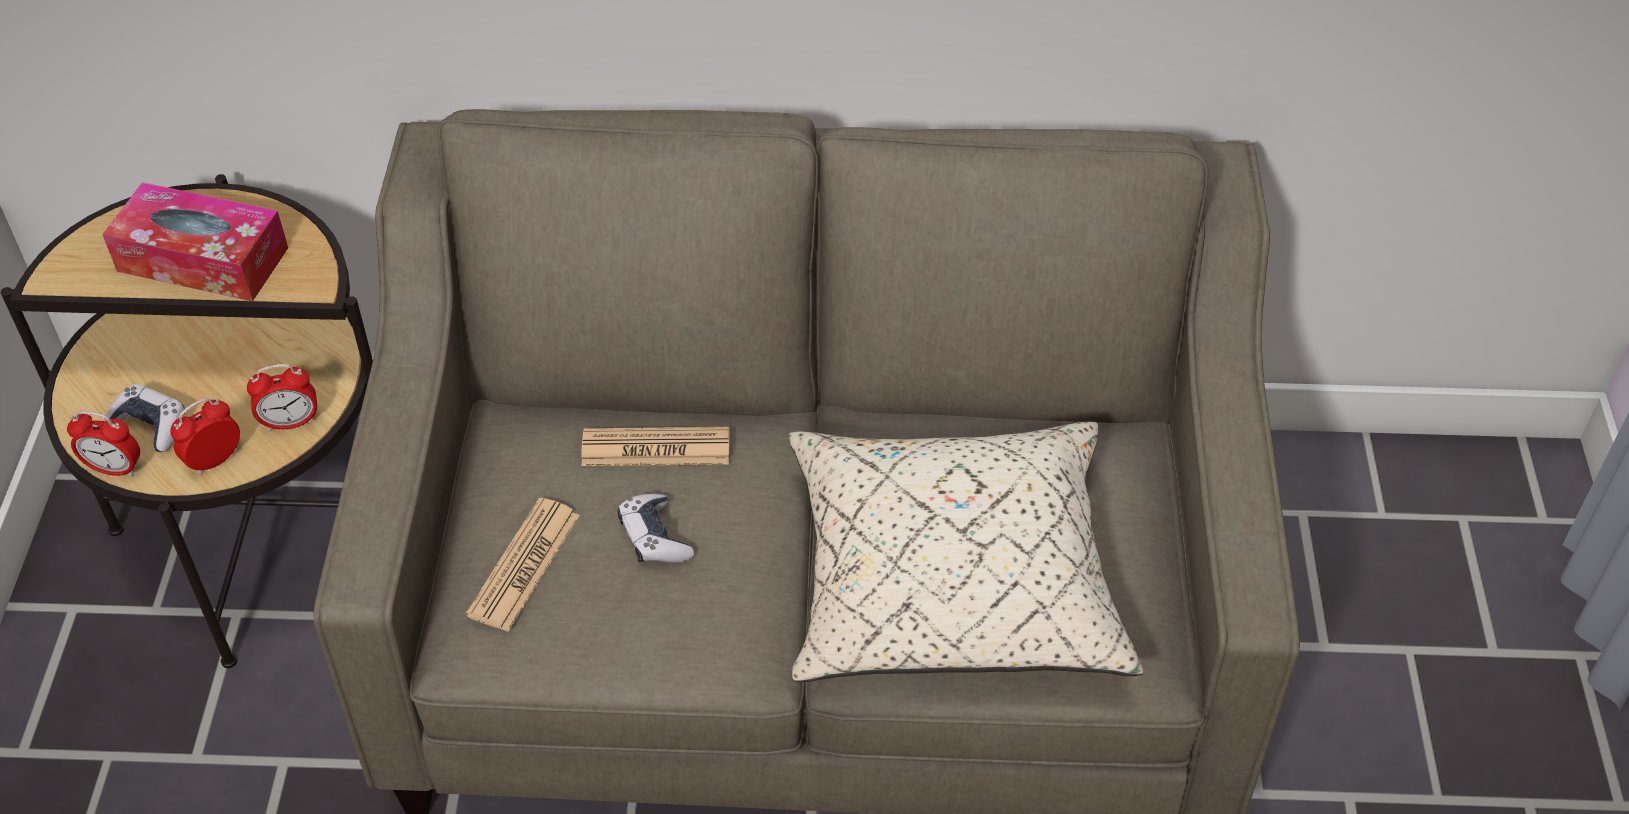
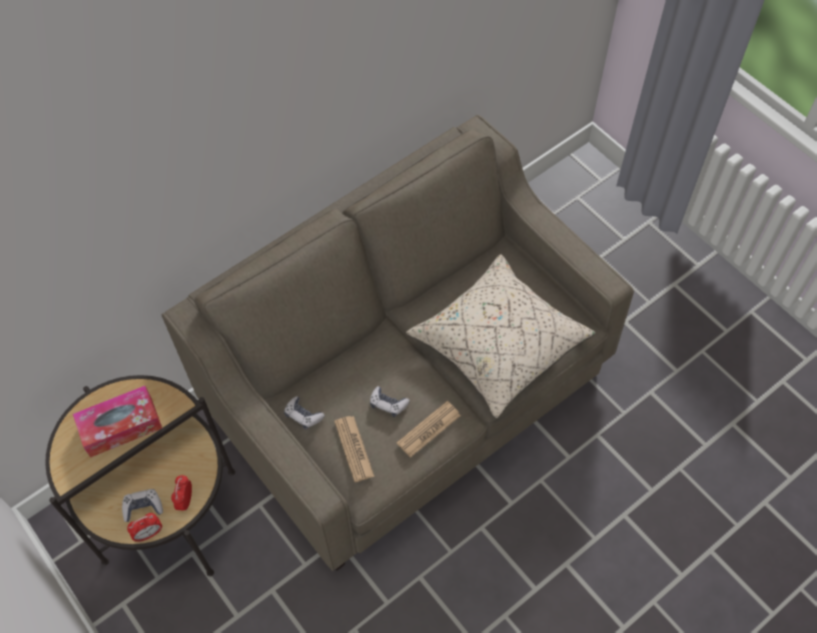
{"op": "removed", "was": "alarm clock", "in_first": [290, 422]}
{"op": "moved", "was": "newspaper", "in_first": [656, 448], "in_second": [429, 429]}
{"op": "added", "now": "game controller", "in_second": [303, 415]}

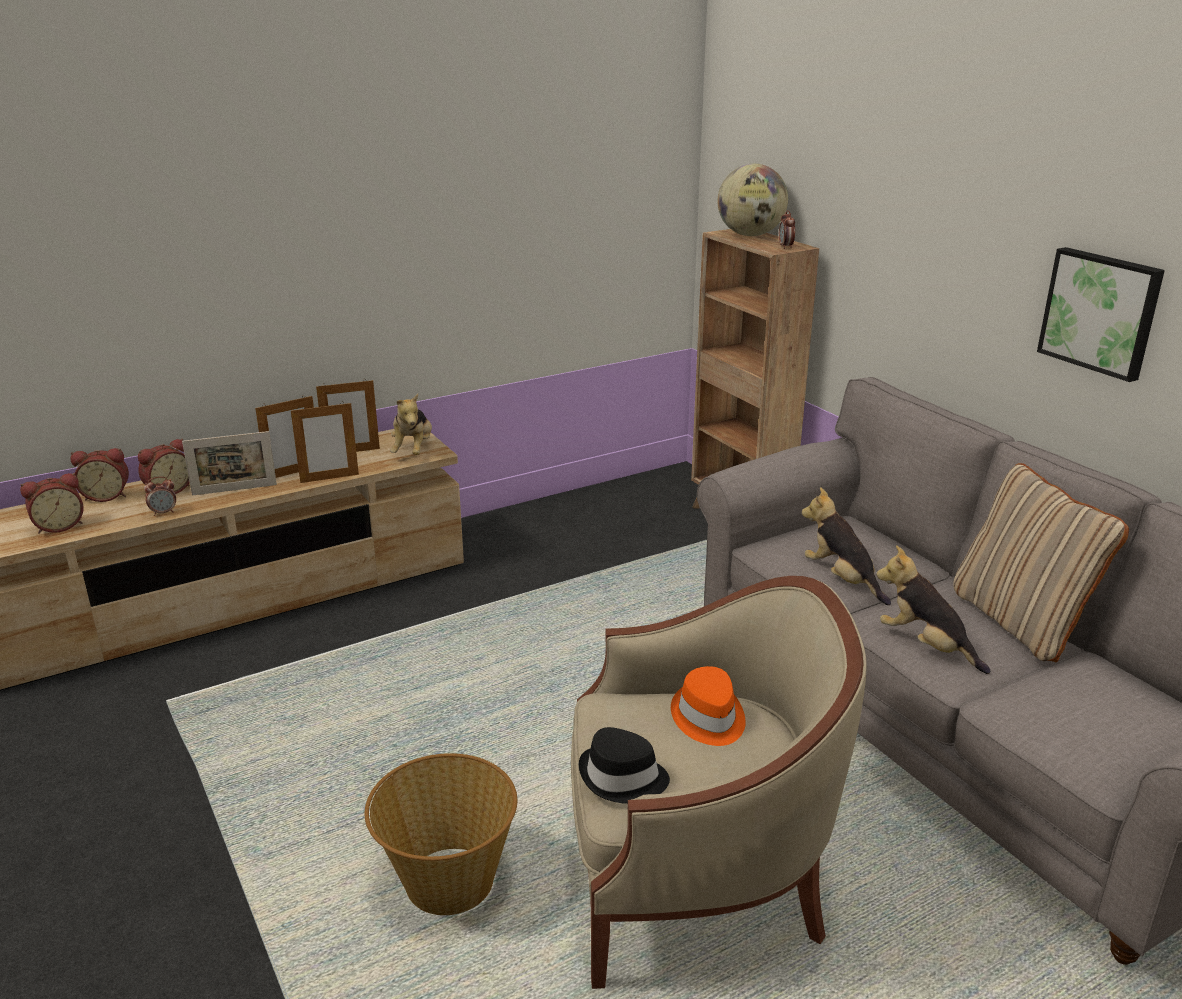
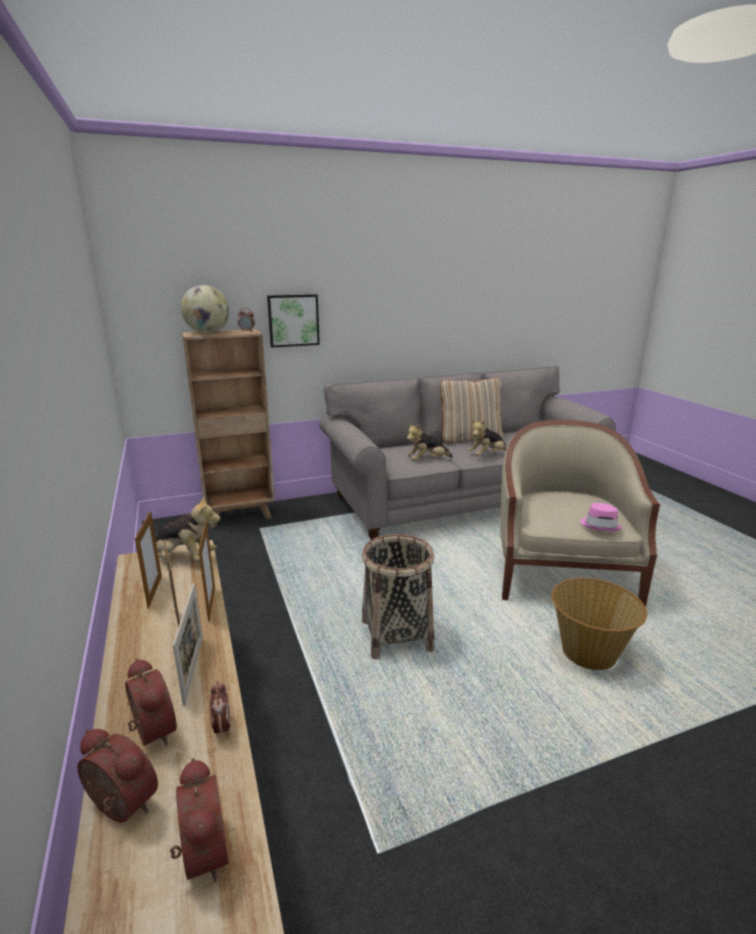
{"op": "moved", "was": "picture", "in_first": [1101, 312], "in_second": [293, 320]}
{"op": "turned", "was": "alarm clock", "in_first": [107, 496], "in_second": [119, 807], "clockwise": -60}
{"op": "removed", "was": "hat in orange", "in_first": [708, 718]}
{"op": "recoloured", "was": "hat in black", "now": "hat in pink", "in_first": [622, 778], "in_second": [600, 525]}
{"op": "added", "now": "basket", "in_second": [396, 635]}

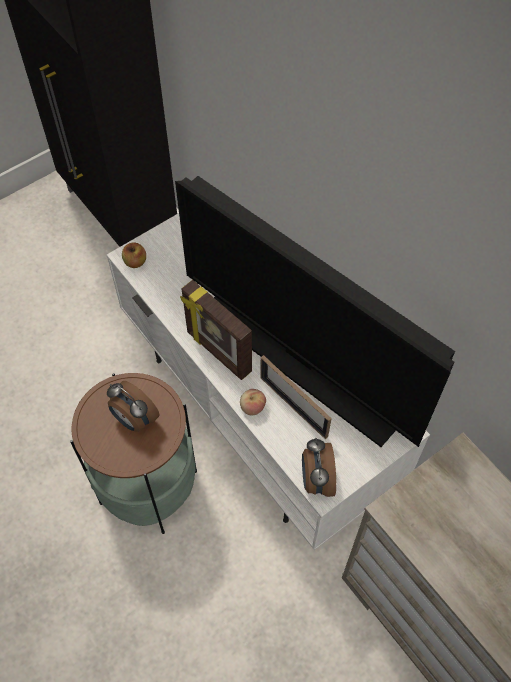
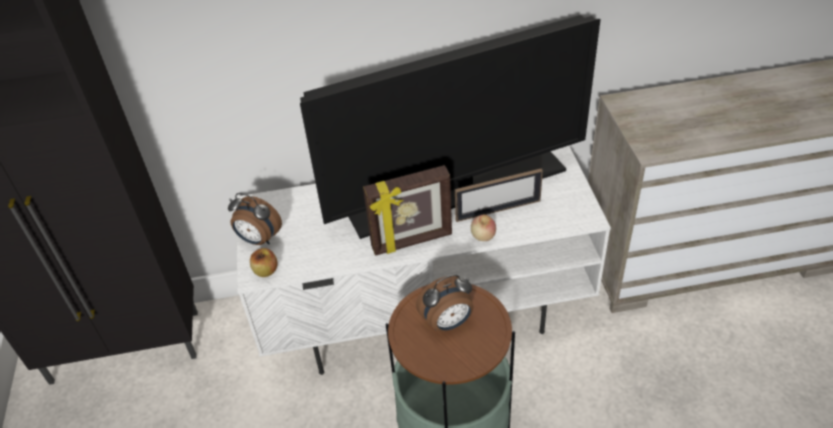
{"op": "moved", "was": "alarm clock", "in_first": [316, 479], "in_second": [258, 240]}

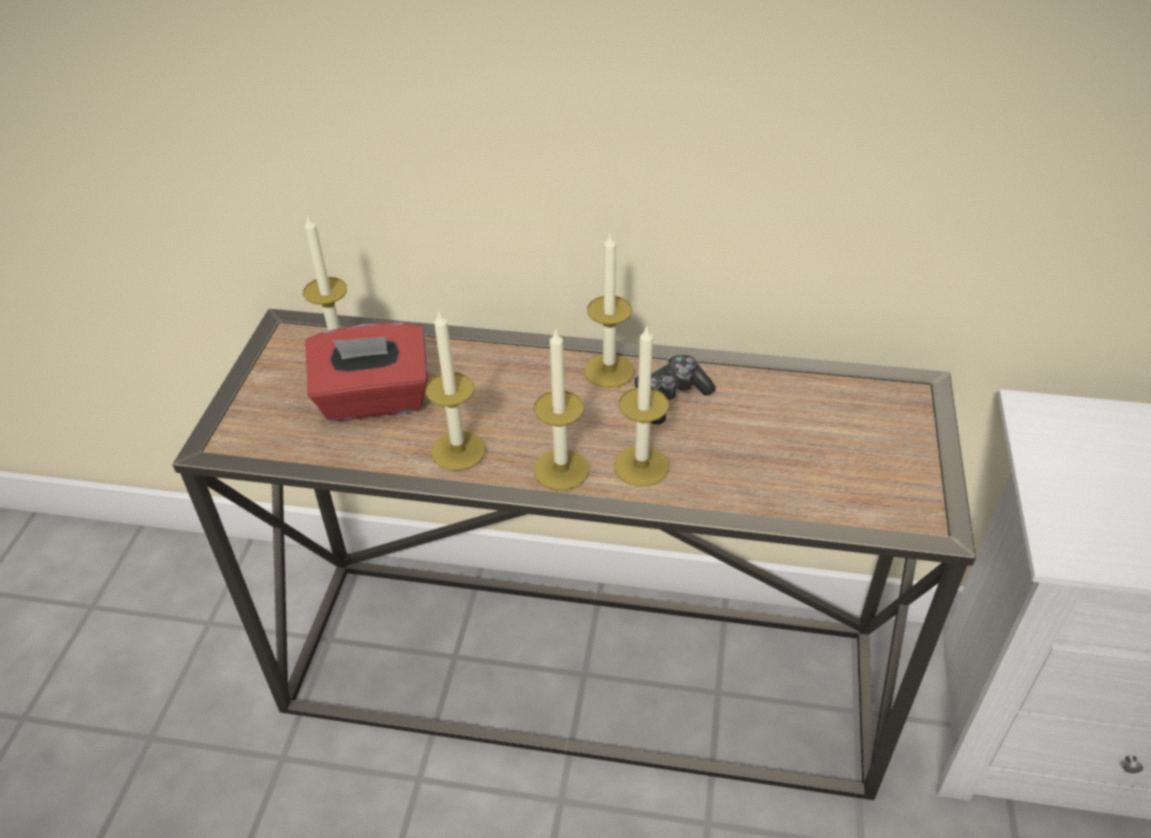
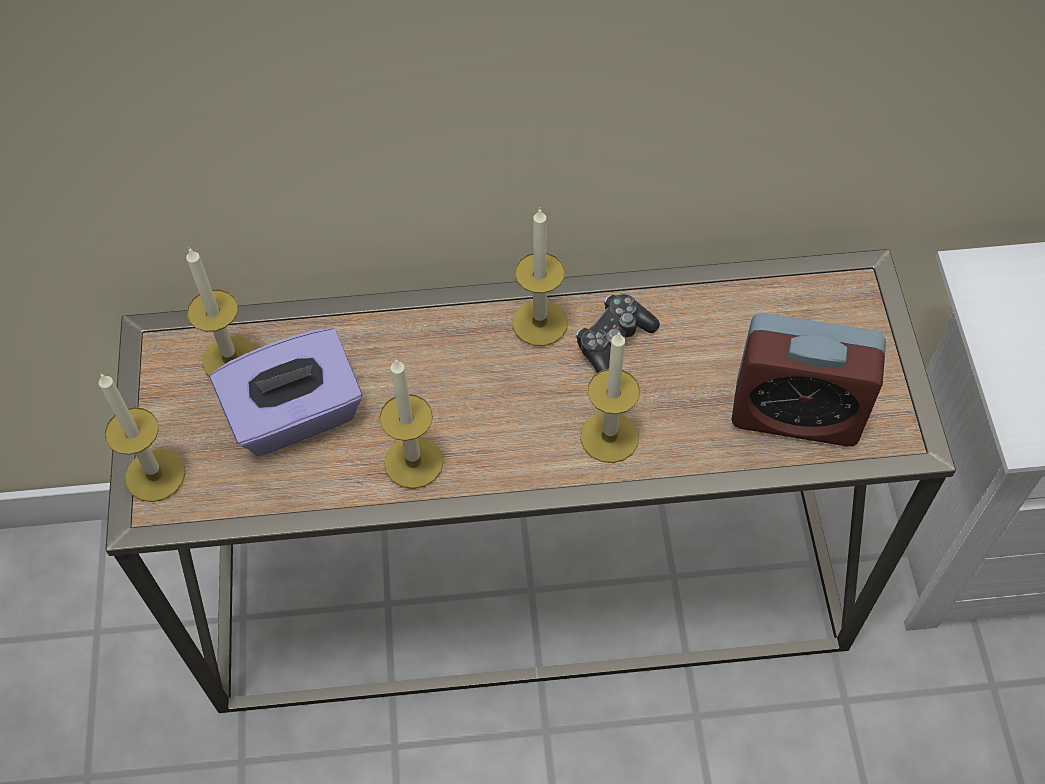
{"op": "recoloured", "was": "tissue box in red", "now": "tissue box in purple", "in_first": [374, 400], "in_second": [296, 416]}
{"op": "moved", "was": "candle", "in_first": [561, 469], "in_second": [155, 475]}
{"op": "added", "now": "alarm clock", "in_second": [795, 414]}

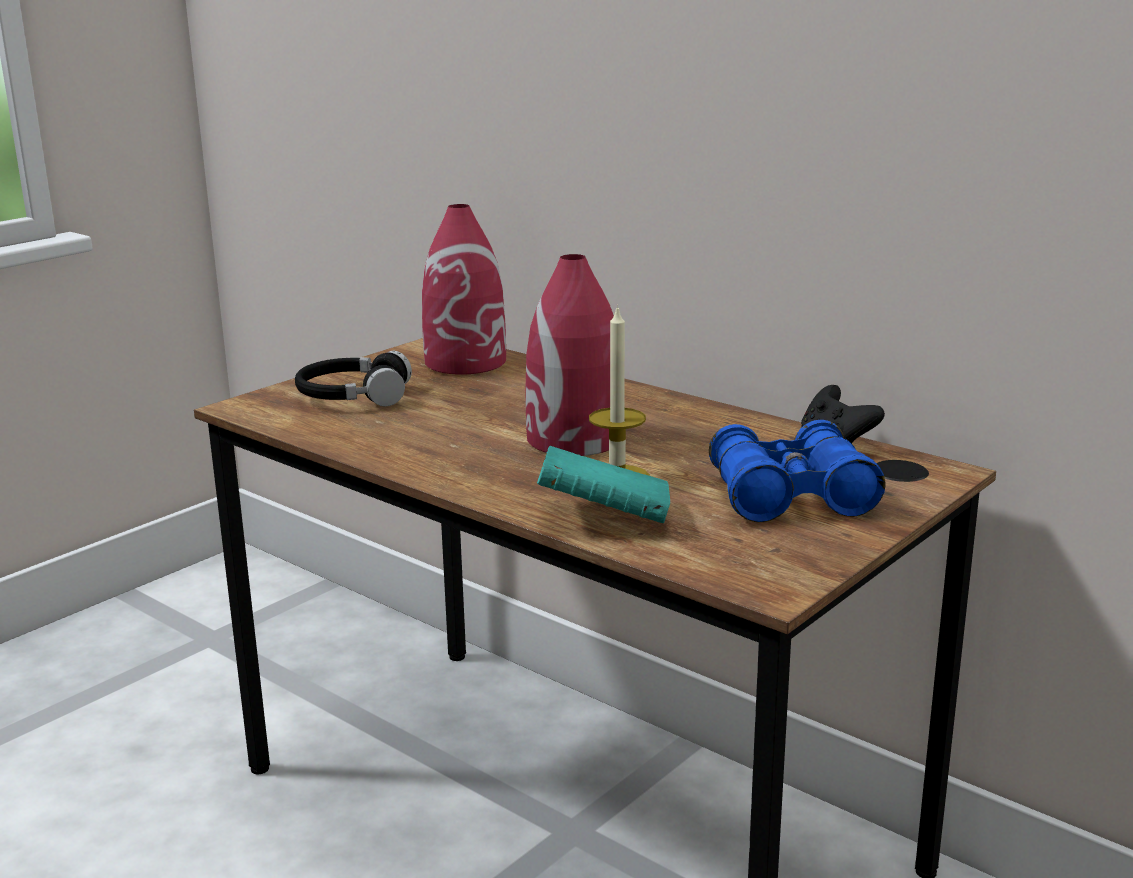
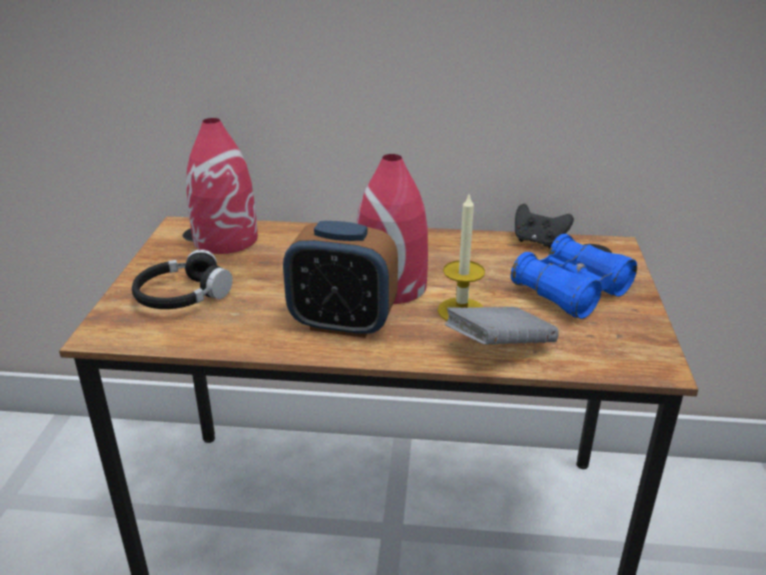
{"op": "recoloured", "was": "book in turquoise", "now": "book in grey", "in_first": [604, 518], "in_second": [499, 347]}
{"op": "added", "now": "alarm clock", "in_second": [342, 323]}

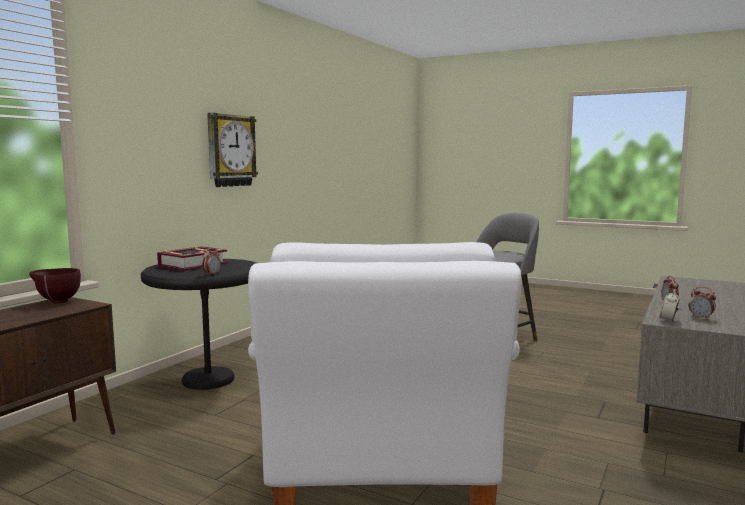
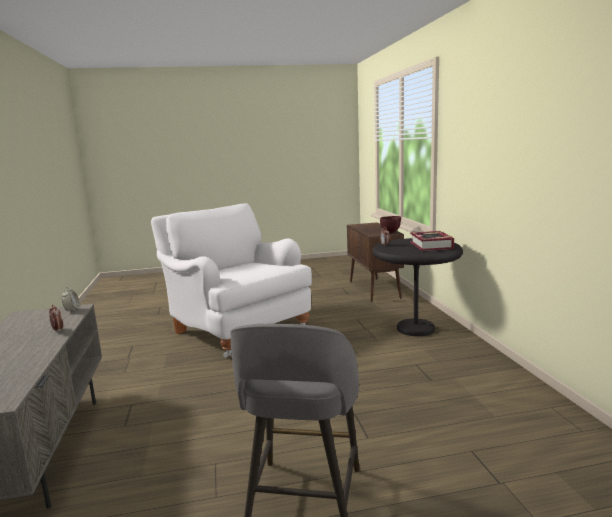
{"op": "removed", "was": "wall clock", "in_first": [230, 150]}
{"op": "removed", "was": "alarm clock", "in_first": [701, 318]}

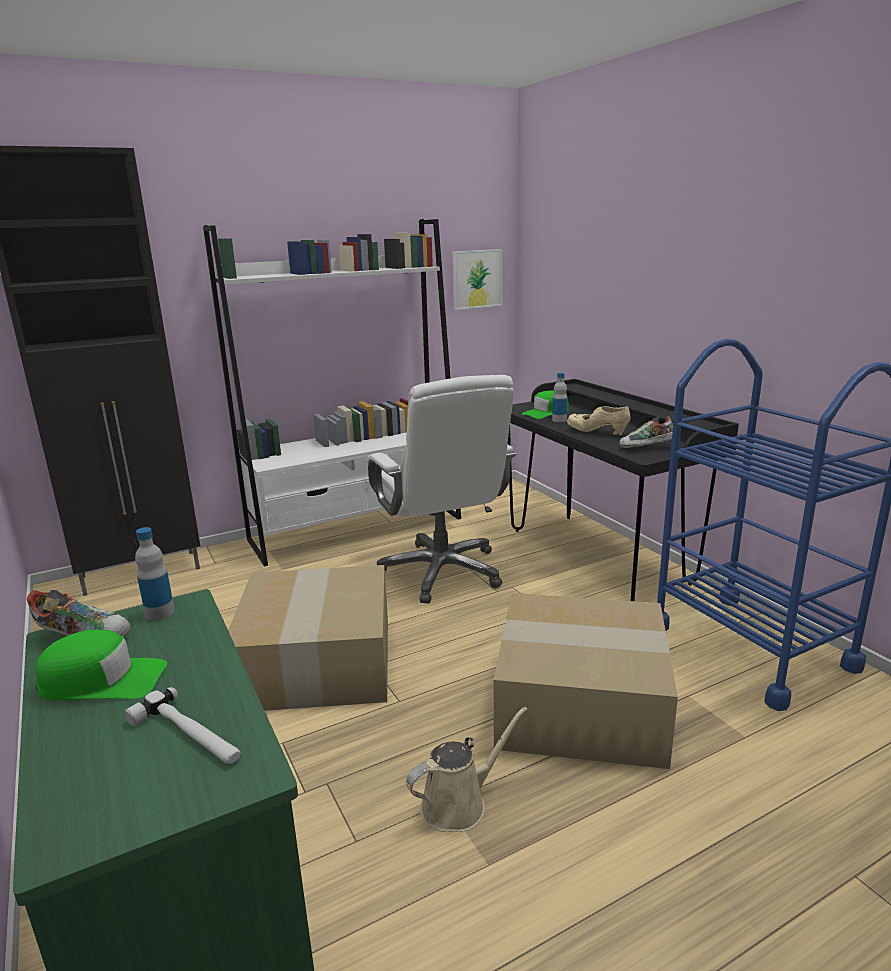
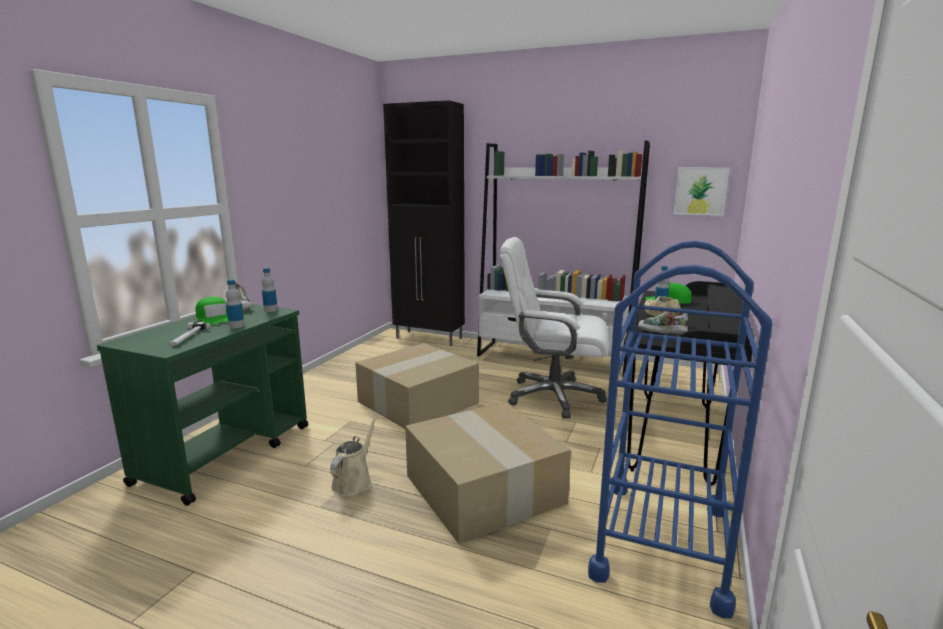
{"op": "turned", "was": "office chair in white", "in_first": [442, 572], "in_second": [552, 396], "clockwise": 75}
{"op": "turned", "was": "watering can in beige", "in_first": [459, 804], "in_second": [354, 482], "clockwise": -90}
{"op": "added", "now": "bottle", "in_second": [236, 326]}

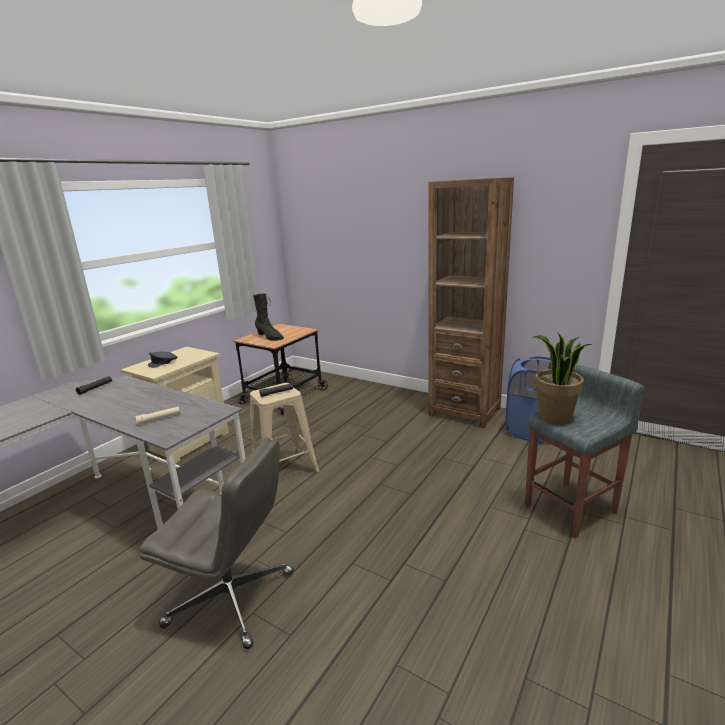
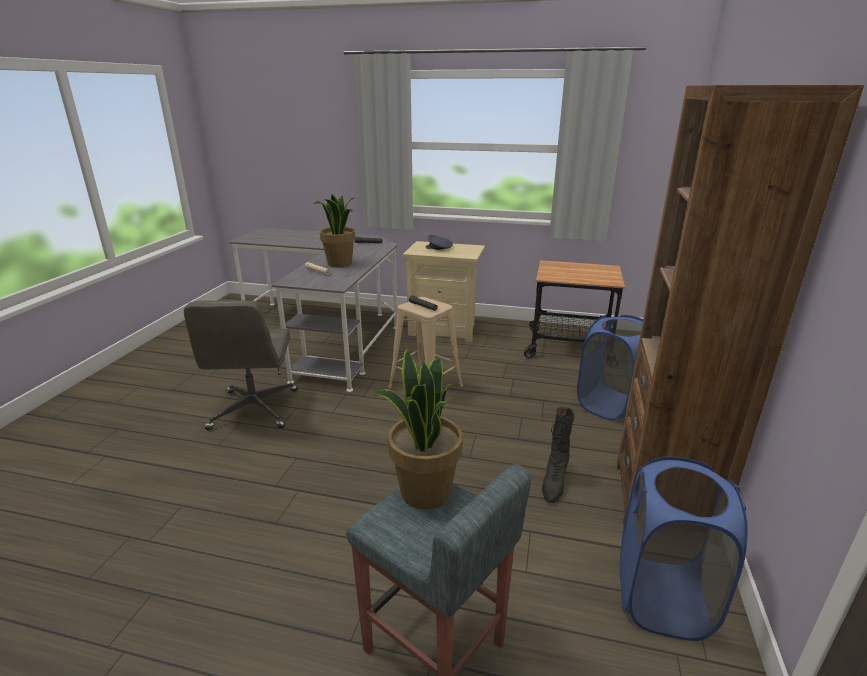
{"op": "moved", "was": "boot in black", "in_first": [269, 337], "in_second": [554, 483]}
{"op": "added", "now": "potted plant", "in_second": [340, 263]}
{"op": "added", "now": "laundry basket in blue", "in_second": [610, 405]}

